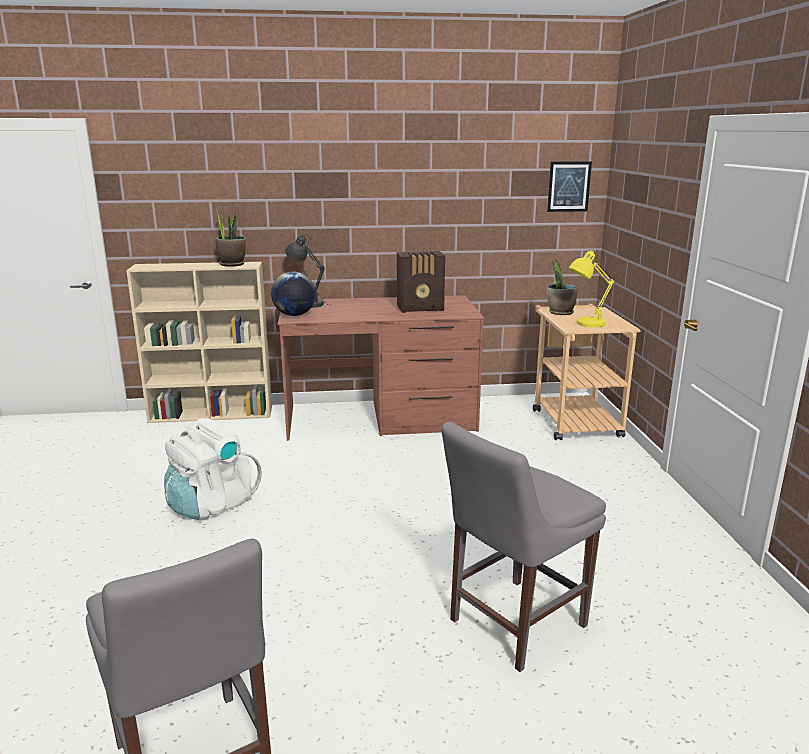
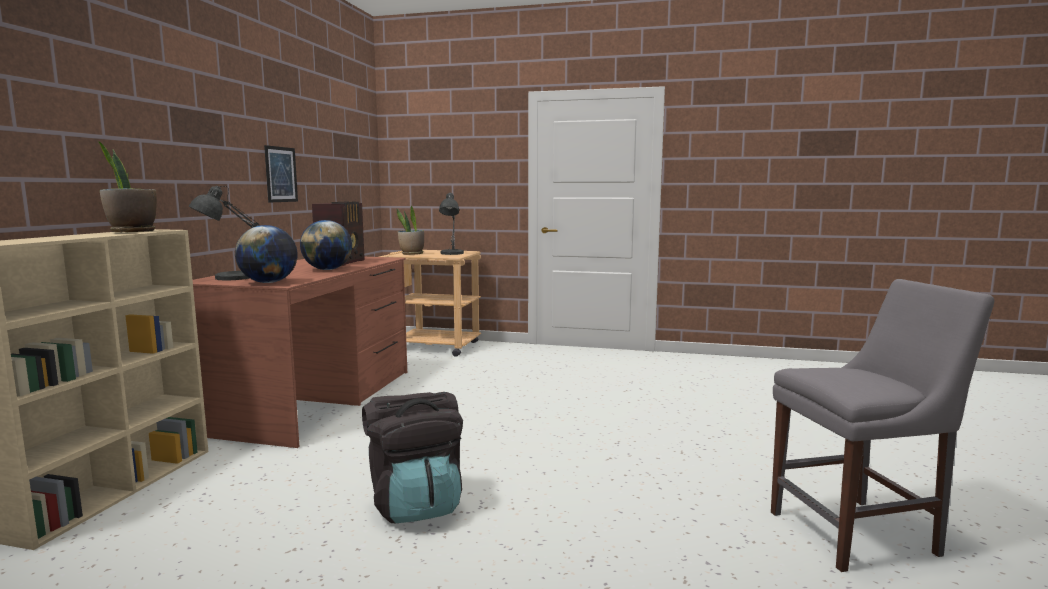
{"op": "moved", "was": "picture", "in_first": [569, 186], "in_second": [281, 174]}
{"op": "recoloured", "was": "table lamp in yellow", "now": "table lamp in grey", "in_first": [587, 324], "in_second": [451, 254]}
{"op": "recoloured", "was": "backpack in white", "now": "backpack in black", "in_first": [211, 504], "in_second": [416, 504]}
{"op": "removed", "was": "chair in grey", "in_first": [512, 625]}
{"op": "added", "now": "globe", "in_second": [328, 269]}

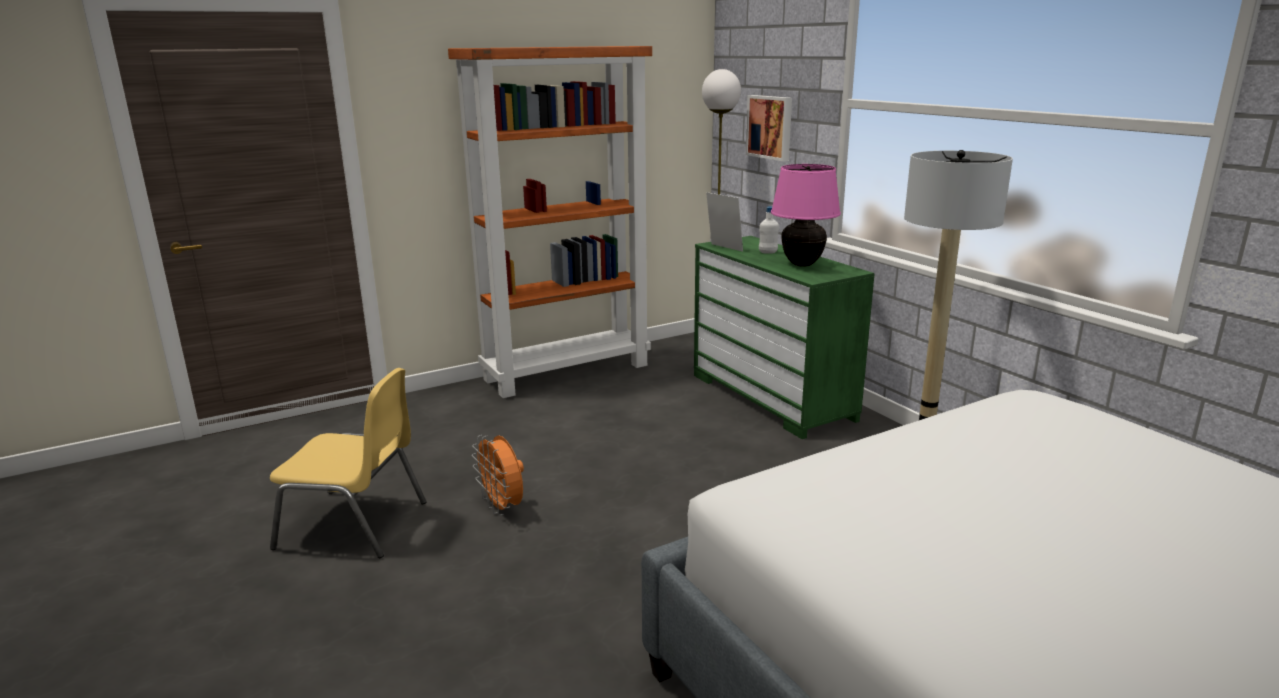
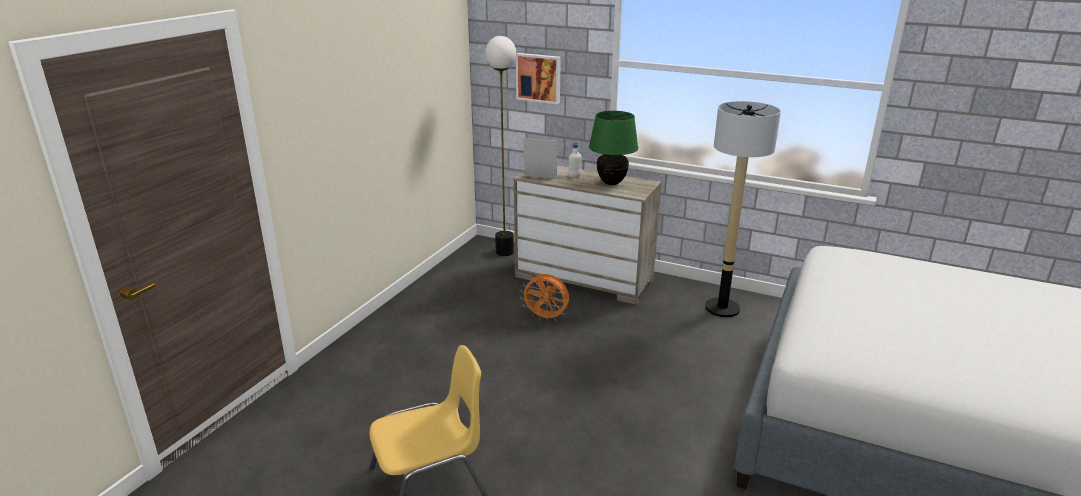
{"op": "removed", "was": "bookcase in orange", "in_first": [567, 372]}
{"op": "recoloured", "was": "table lamp in pink", "now": "table lamp in green", "in_first": [802, 264], "in_second": [611, 183]}
{"op": "recoloured", "was": "dresser in green", "now": "dresser in beige", "in_first": [772, 397], "in_second": [584, 278]}
{"op": "moved", "was": "fan in orange", "in_first": [503, 507], "in_second": [546, 317]}

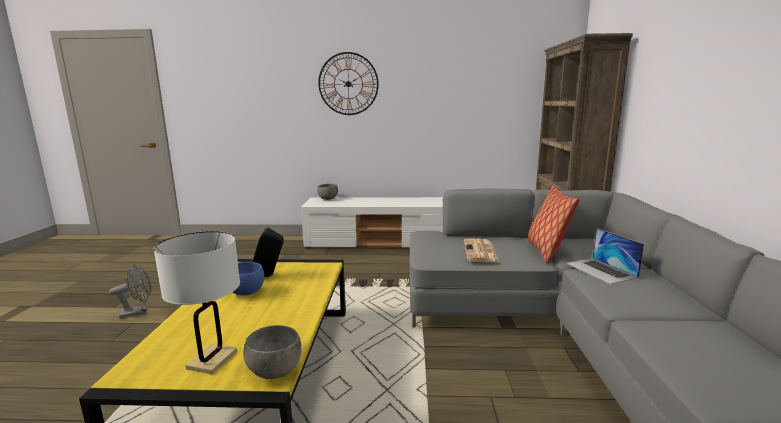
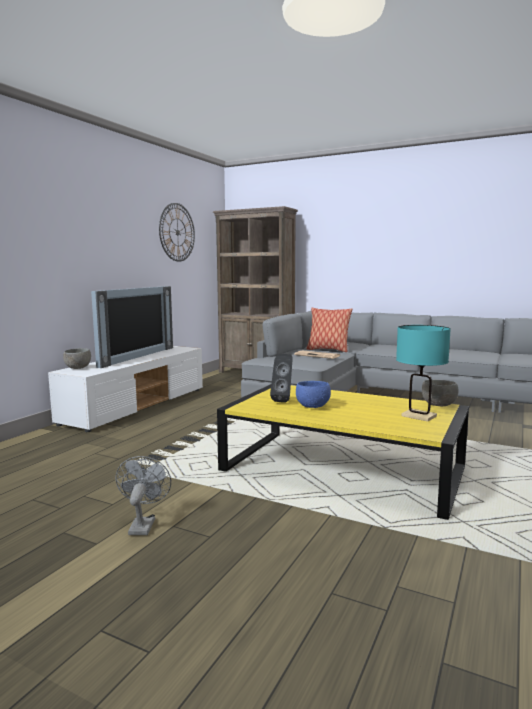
{"op": "moved", "was": "wall clock", "in_first": [348, 84], "in_second": [177, 232]}
{"op": "removed", "was": "laptop", "in_first": [601, 270]}
{"op": "recoloured", "was": "table lamp in white", "now": "table lamp in turquoise", "in_first": [212, 359], "in_second": [418, 416]}
{"op": "added", "now": "television", "in_second": [134, 356]}

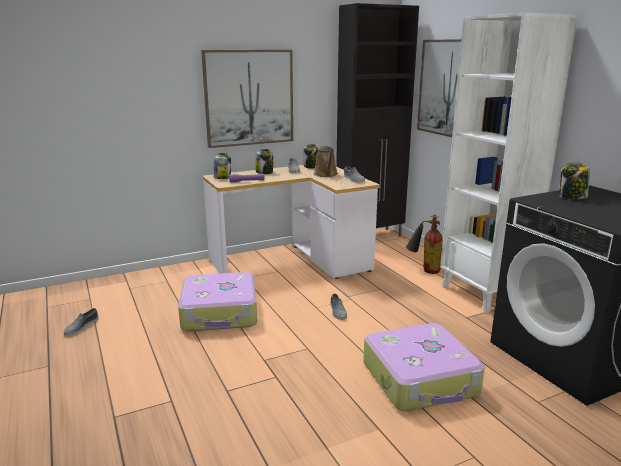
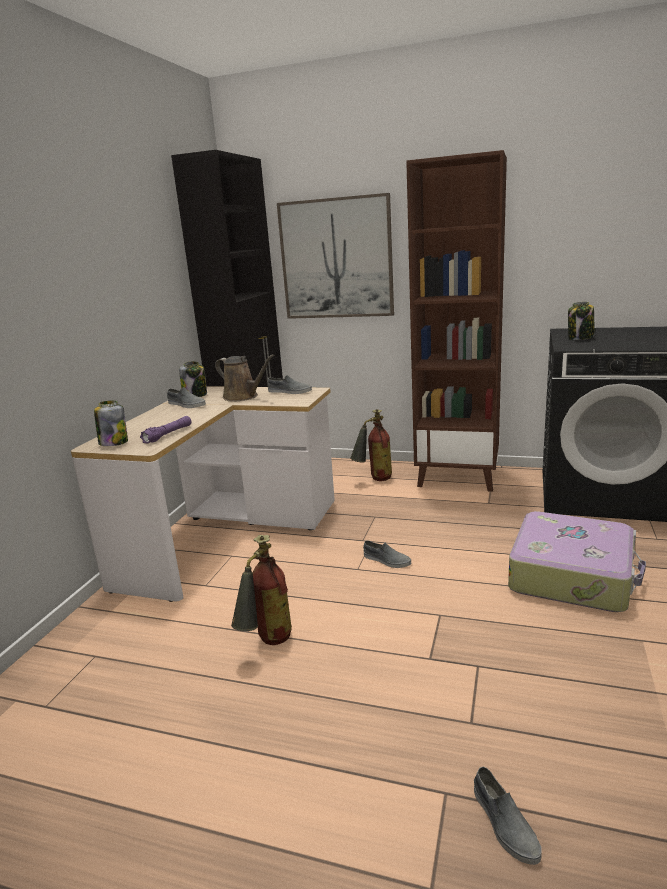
{"op": "recoloured", "was": "bookcase in white", "now": "bookcase in brown", "in_first": [484, 293], "in_second": [458, 476]}
{"op": "removed", "was": "picture", "in_first": [249, 98]}
{"op": "removed", "was": "jar", "in_first": [264, 172]}
{"op": "replaced", "was": "suitcase", "now": "fire extinguisher", "in_first": [220, 313], "in_second": [267, 644]}
{"op": "moved", "was": "shoe in grey", "in_first": [81, 327], "in_second": [504, 823]}

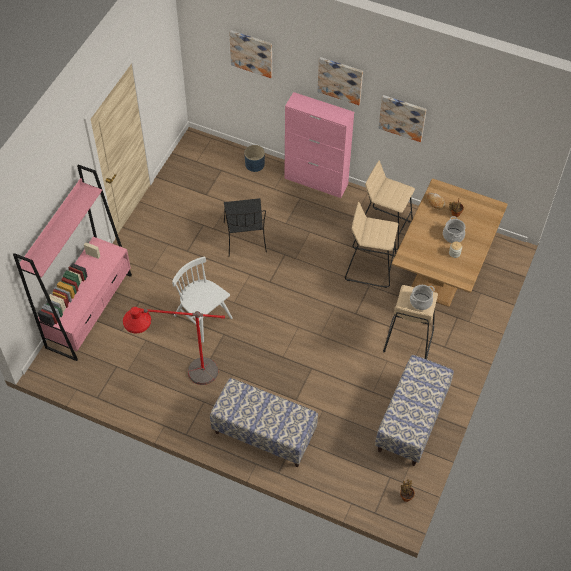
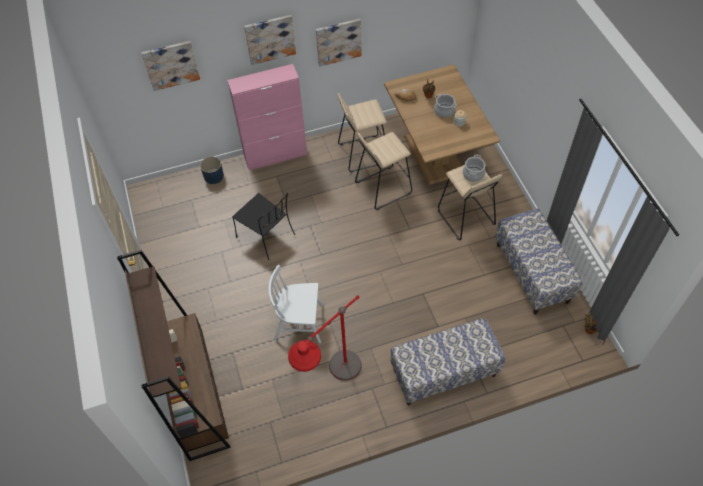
{"op": "recoloured", "was": "bookcase in pink", "now": "bookcase in brown", "in_first": [89, 310], "in_second": [196, 395]}

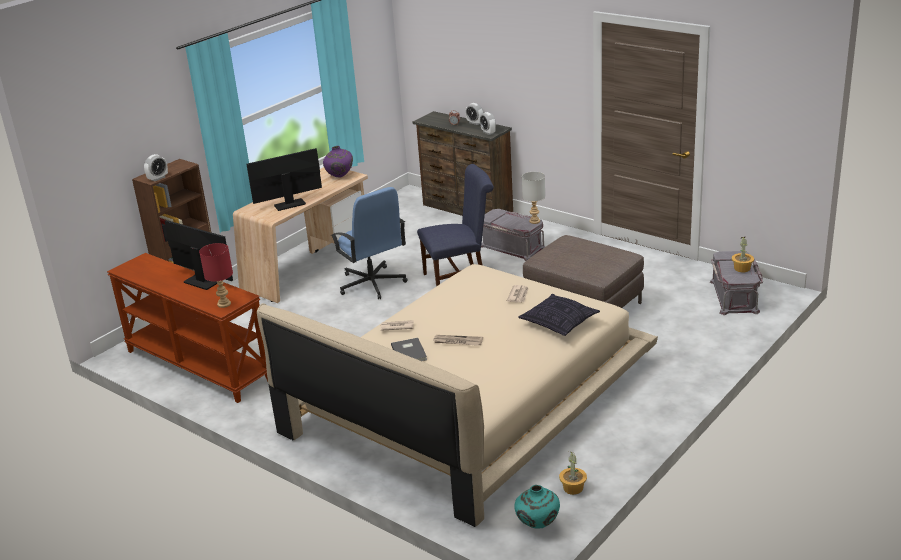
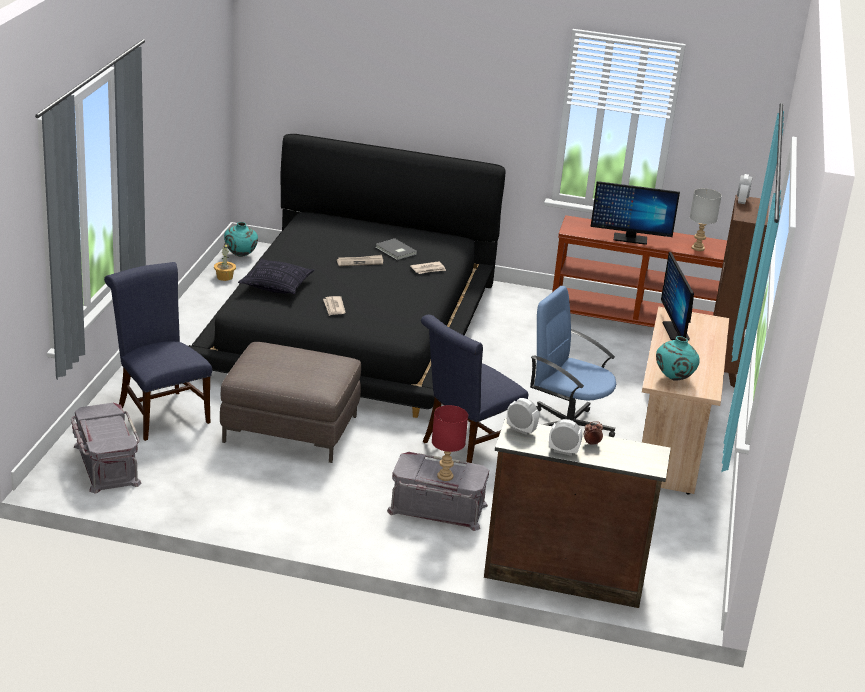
{"op": "recoloured", "was": "vase in purple", "now": "vase in turquoise", "in_first": [339, 177], "in_second": [673, 379]}
{"op": "turned", "was": "monitor", "in_first": [290, 204], "in_second": [675, 331], "clockwise": 135}
{"op": "moved", "was": "table lamp in grey", "in_first": [535, 221], "in_second": [697, 248]}
{"op": "removed", "was": "potted plant", "in_first": [742, 268]}
{"op": "moved", "was": "table lamp in red", "in_first": [224, 304], "in_second": [445, 476]}
{"op": "recoloured", "was": "bed in beige", "now": "bed in black", "in_first": [470, 397], "in_second": [352, 326]}
{"op": "added", "now": "chair in blue", "in_second": [160, 412]}

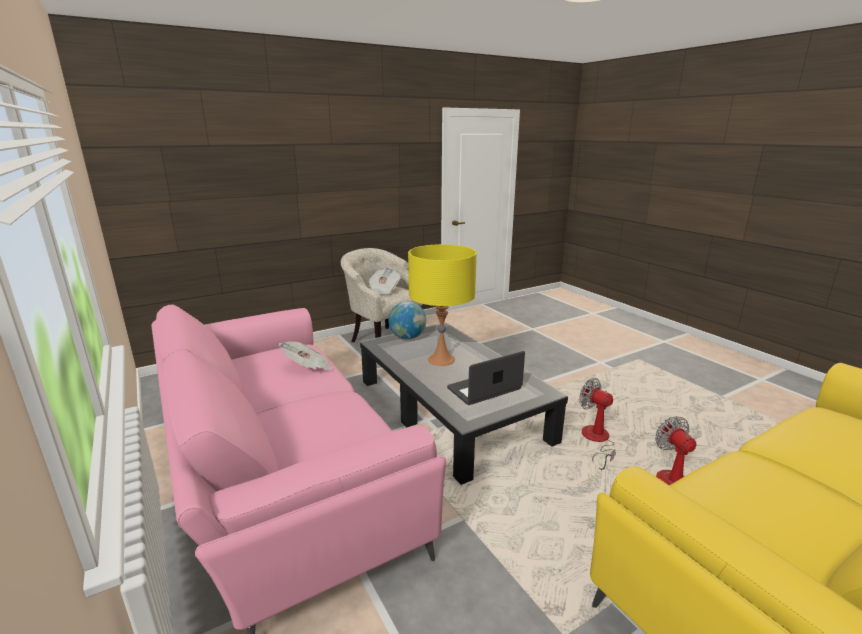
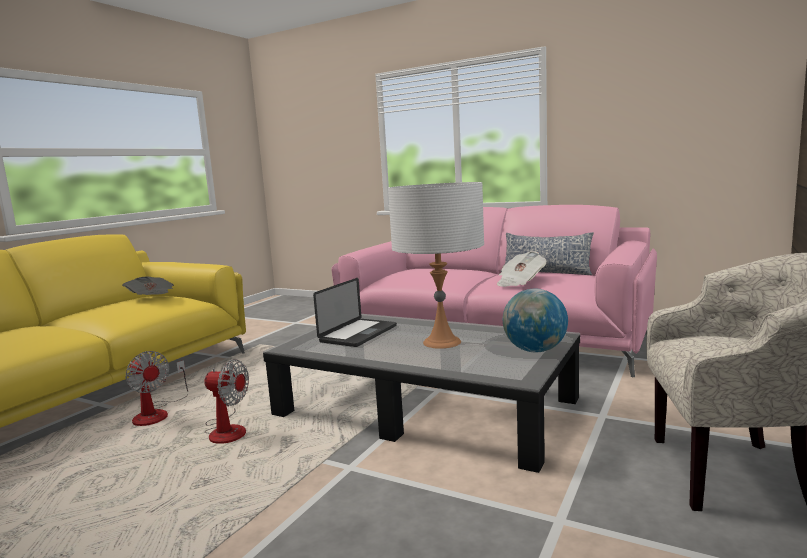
{"op": "recoloured", "was": "table lamp in yellow", "now": "table lamp in white", "in_first": [441, 359], "in_second": [441, 342]}
{"op": "moved", "was": "newspaper", "in_first": [383, 291], "in_second": [152, 299]}
{"op": "added", "now": "pillow", "in_second": [546, 272]}

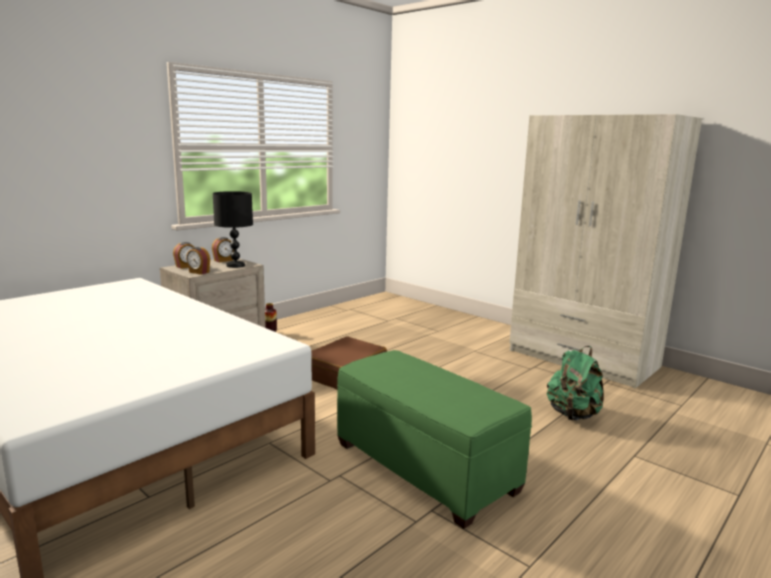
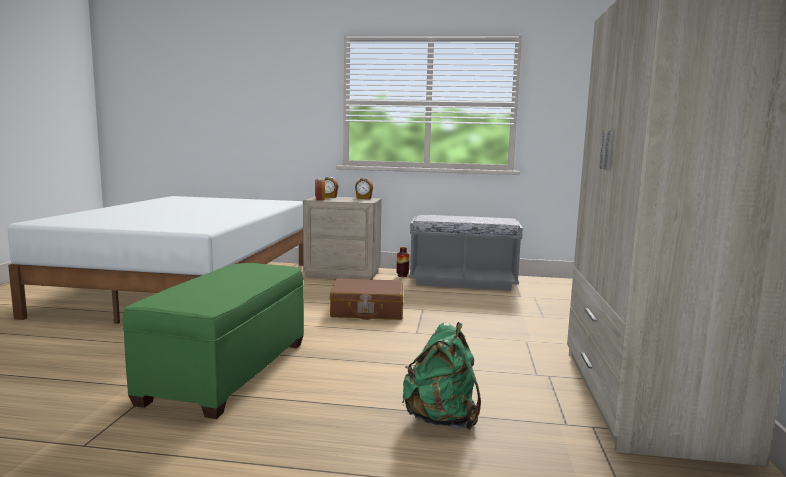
{"op": "removed", "was": "table lamp in black", "in_first": [235, 265]}
{"op": "added", "now": "bench in grey", "in_second": [462, 282]}

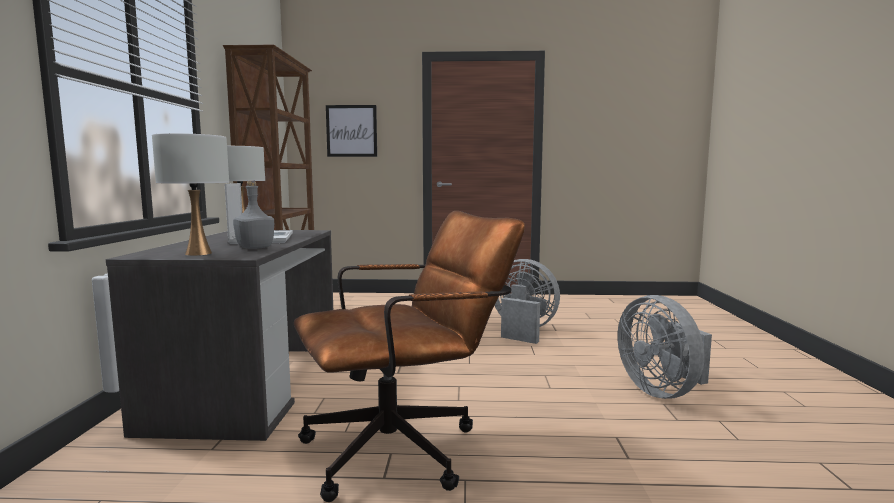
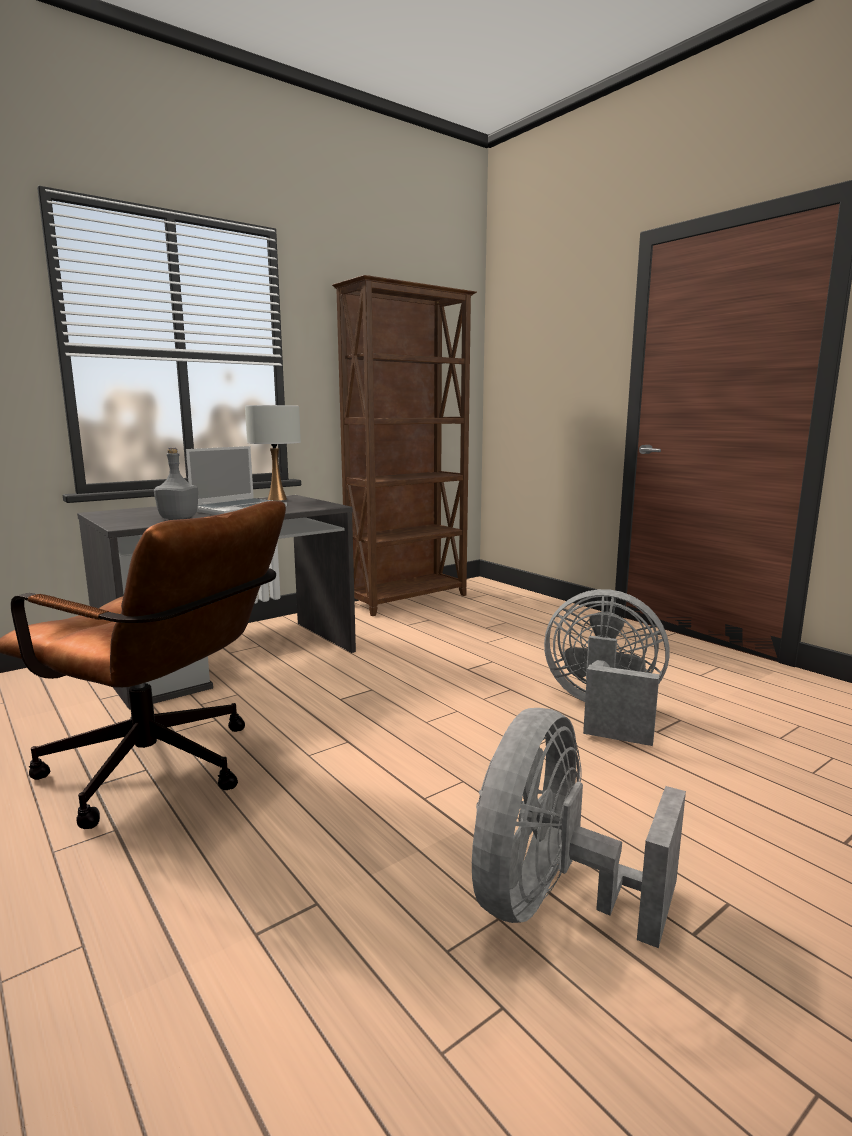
{"op": "removed", "was": "picture", "in_first": [351, 131]}
{"op": "removed", "was": "table lamp in white", "in_first": [199, 253]}
{"op": "turned", "was": "fan in grey", "in_first": [522, 331], "in_second": [603, 711], "clockwise": -60}

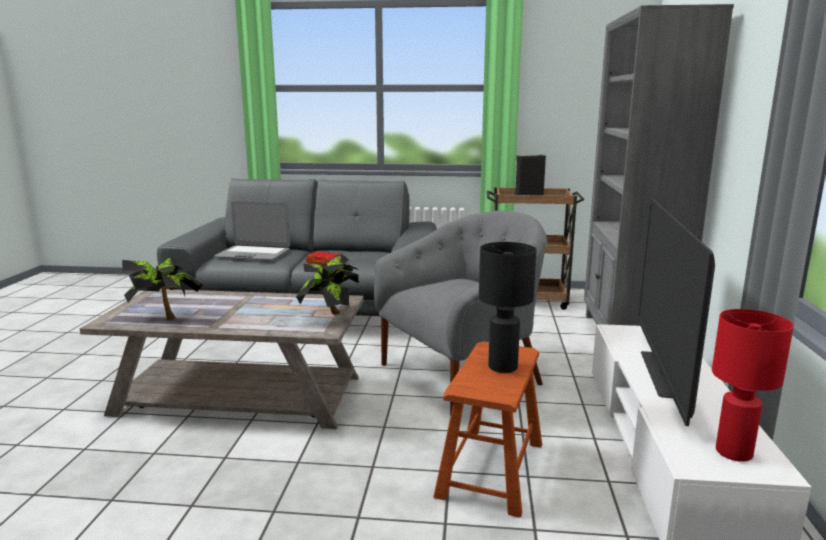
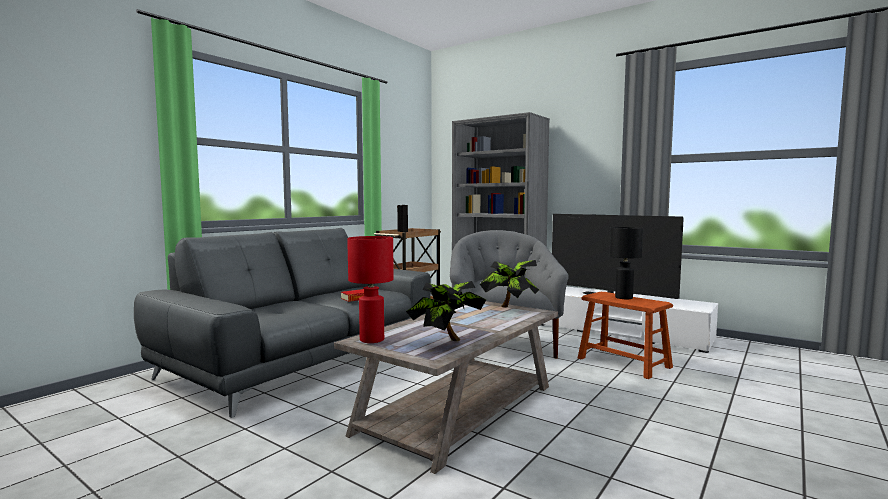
{"op": "removed", "was": "laptop", "in_first": [253, 254]}
{"op": "moved", "was": "table lamp in red", "in_first": [732, 452], "in_second": [371, 340]}

